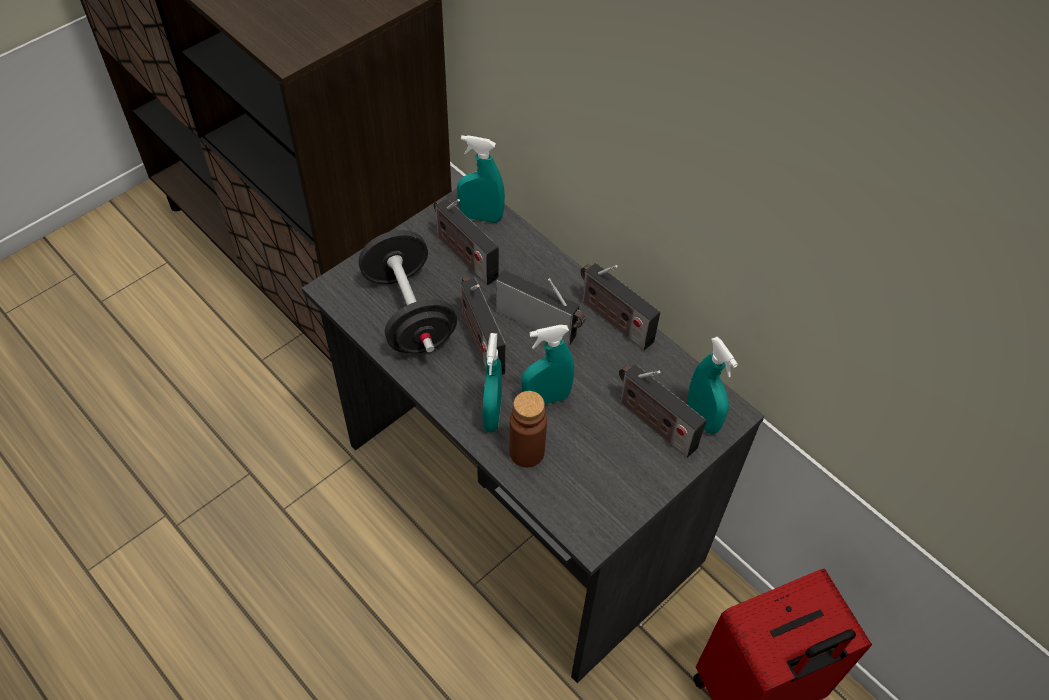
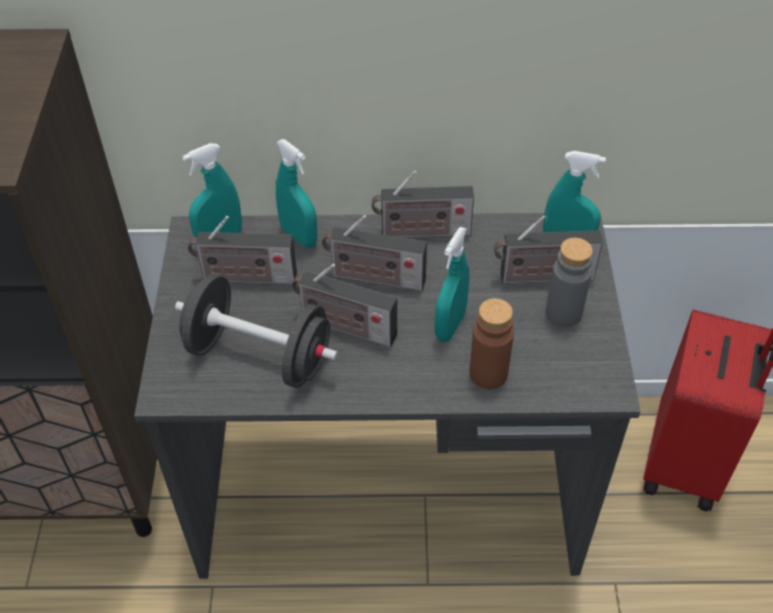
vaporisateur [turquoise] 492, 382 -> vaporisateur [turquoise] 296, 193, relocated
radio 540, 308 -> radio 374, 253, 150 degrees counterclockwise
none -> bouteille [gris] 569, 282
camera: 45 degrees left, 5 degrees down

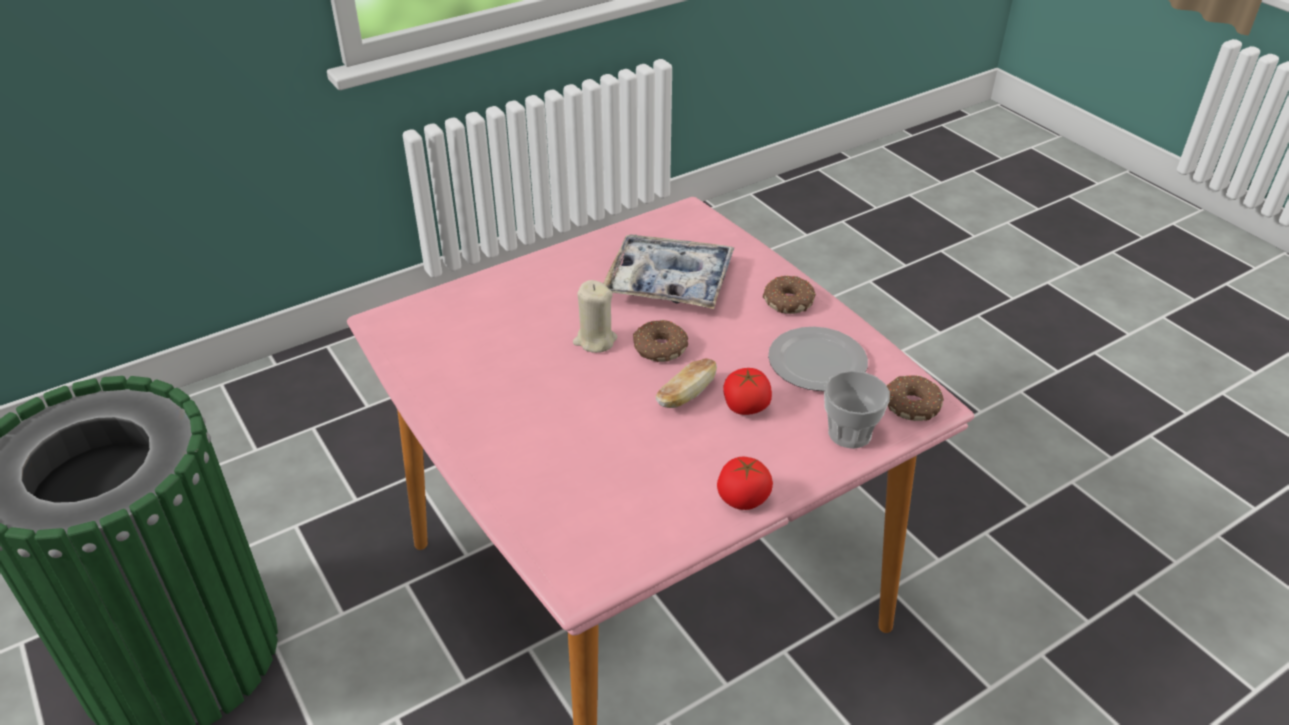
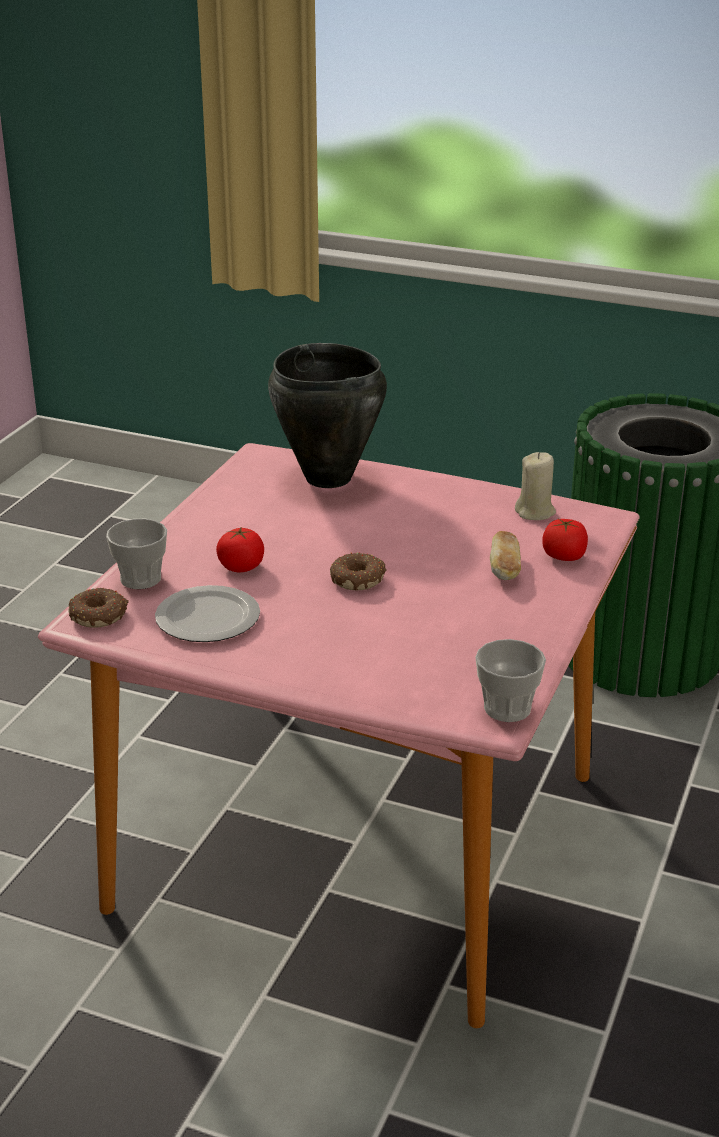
none -> marmite [noir] 327, 415
none -> tasse 510, 680
pain 686, 383 -> pain 505, 555, relocated
bougie [beige] 595, 316 -> bougie [beige] 535, 486, relocated
tomate 745, 483 -> tomate 565, 540, relocated
plateau 668, 271 -> none
beignet 789, 294 -> none
camera: 145 degrees right, 10 degrees down

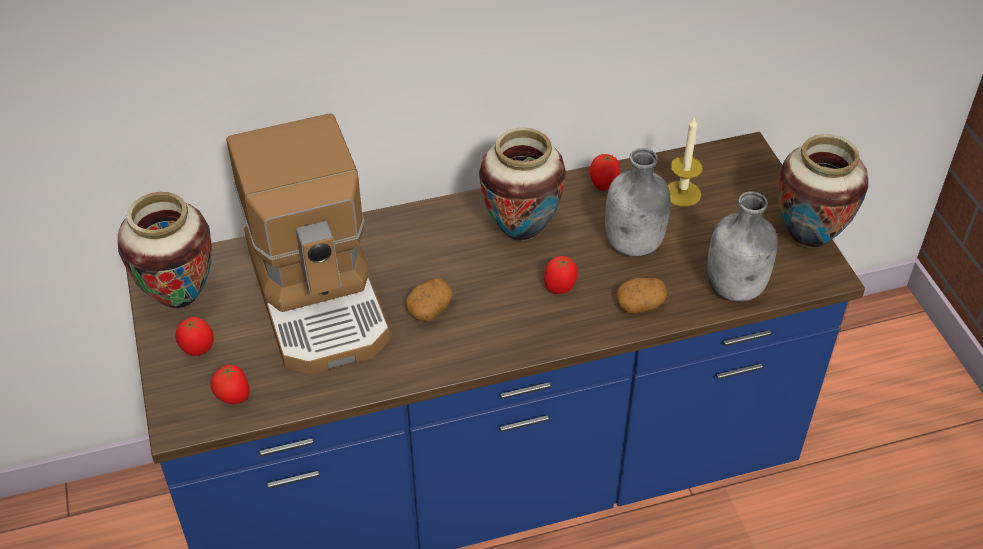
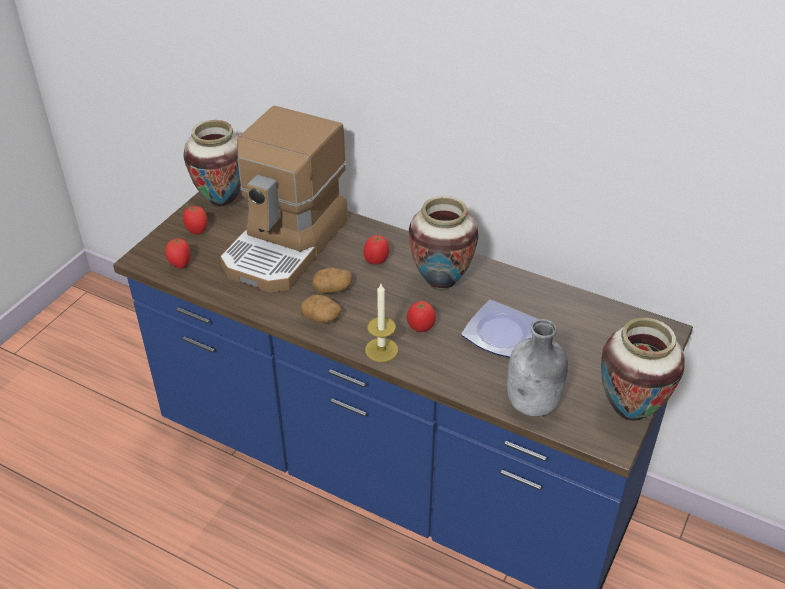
pomme de terre 641, 295 -> pomme de terre 321, 309, relocated
tomate 605, 172 -> tomate 377, 250, relocated
bougie 685, 161 -> bougie 381, 323, relocated
bouteille [gris] 638, 202 -> assiette 500, 329
camera: 45 degrees right, 5 degrees down

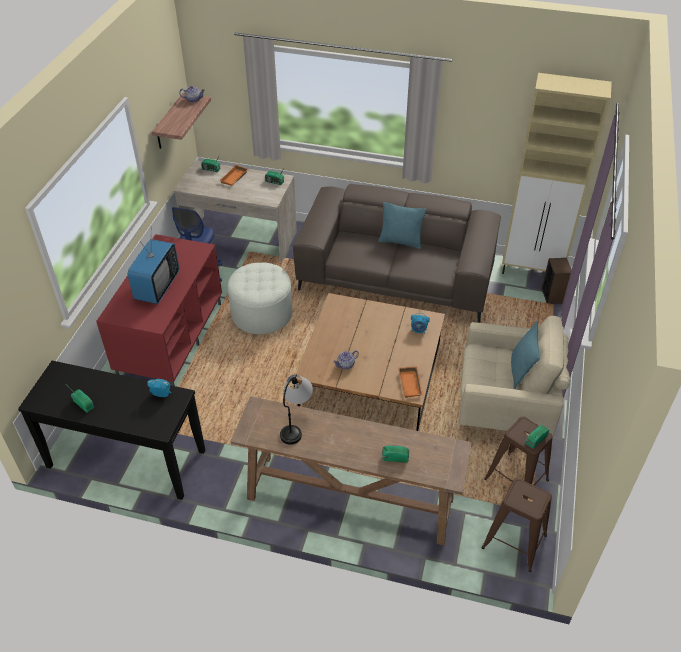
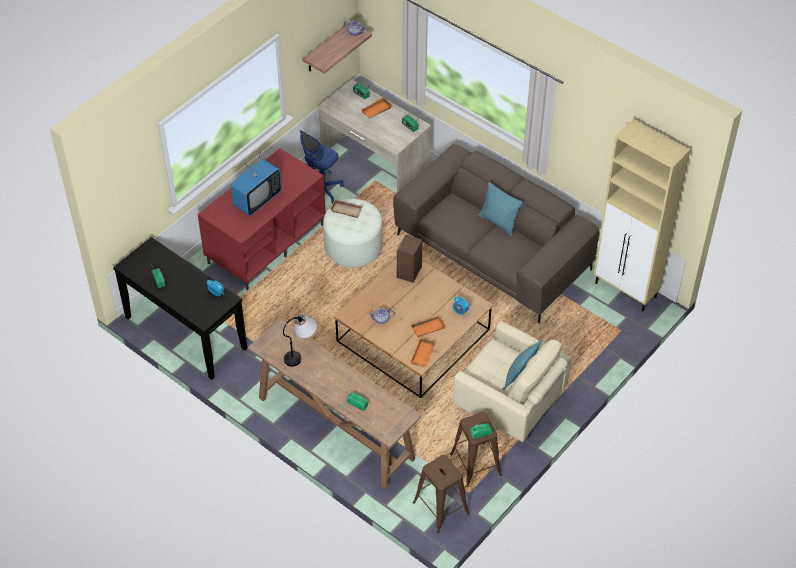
none -> plateau [beige] 346, 208
enceinte 556, 281 -> enceinte 409, 259, relocated
none -> plateau [orange] 427, 326
camera: 25 degrees right, 5 degrees up

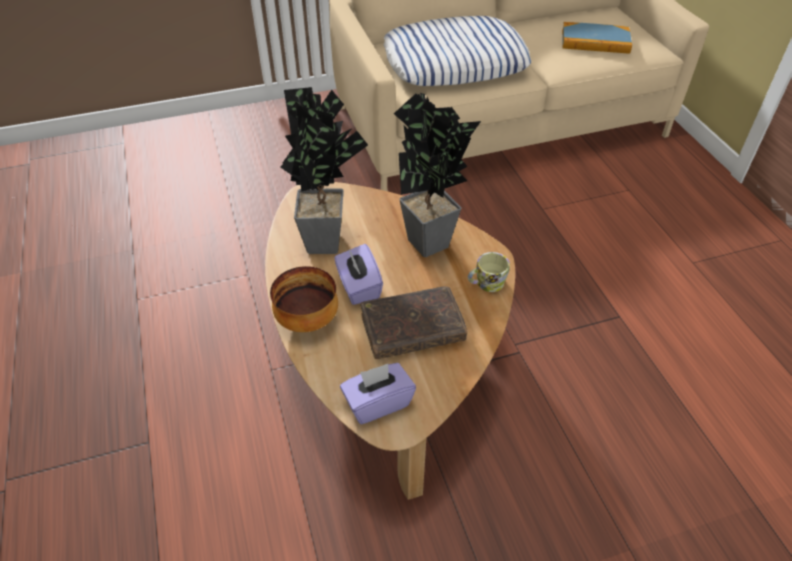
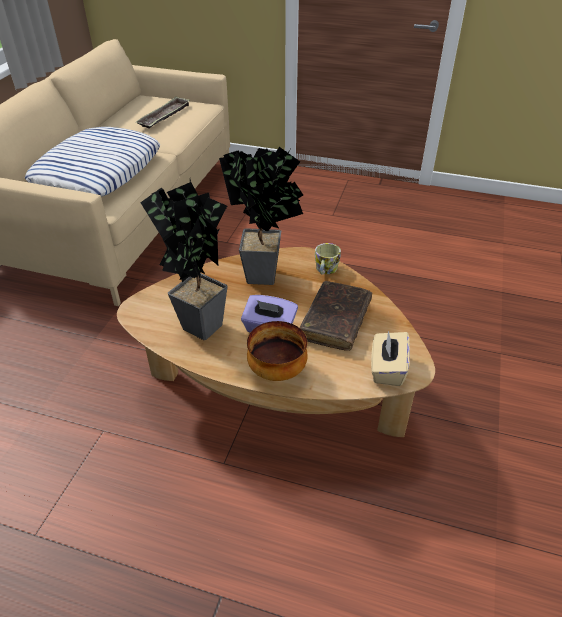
livre 597, 38 -> plateau 163, 112
boîte à mouchoirs [violet] 378, 393 -> boîte à mouchoirs [beige] 390, 358
camera: 55 degrees left, 5 degrees down

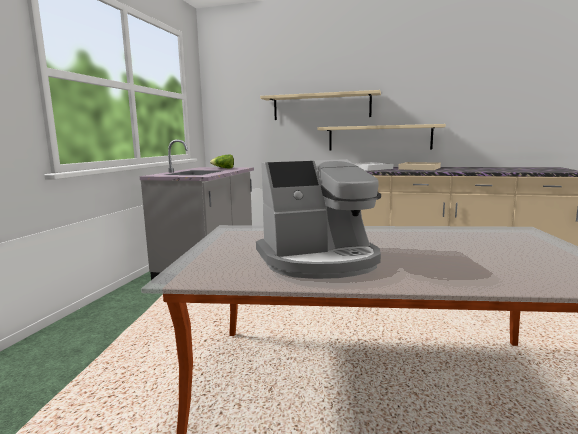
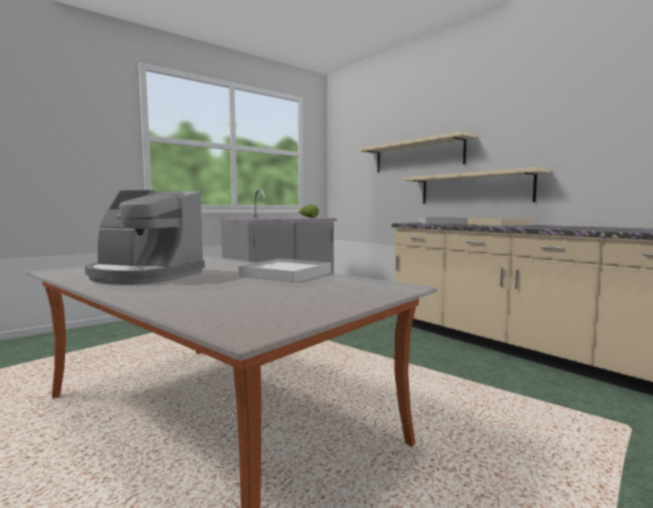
none -> plateau [blanc] 284, 271
camera: 35 degrees right, 5 degrees down

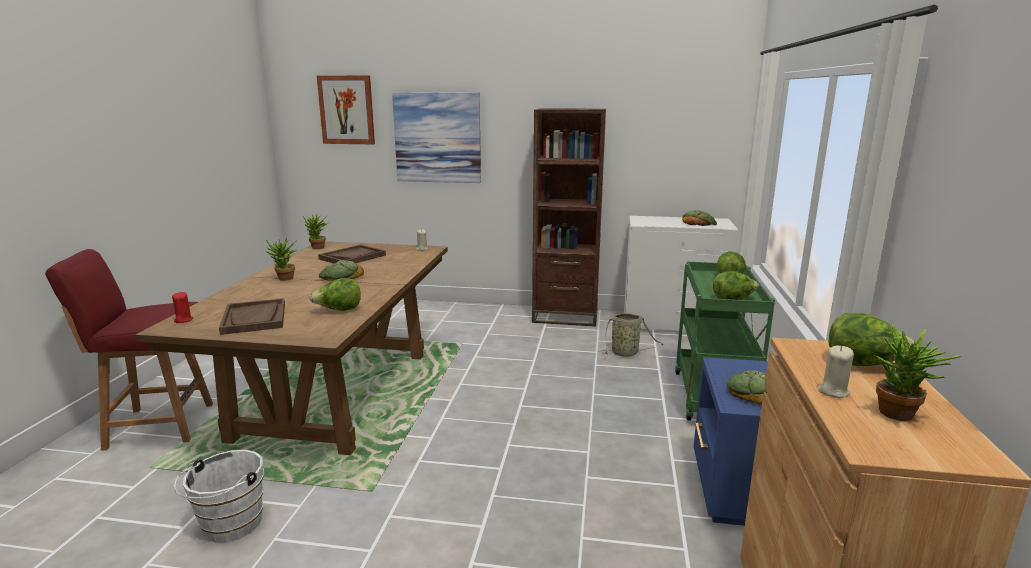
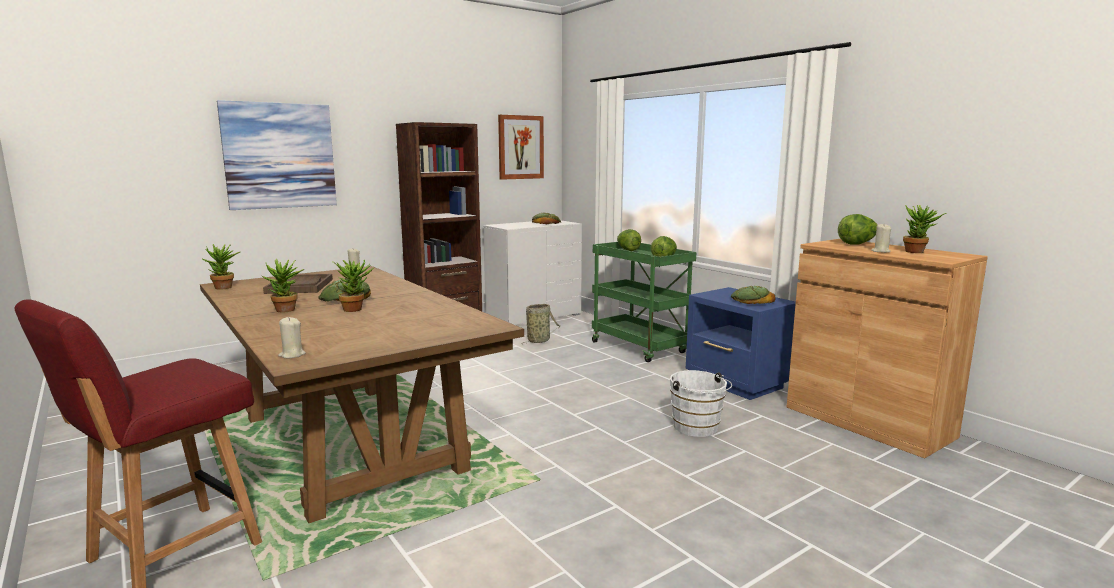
bougie [rouge] 182, 307 -> bougie [beige] 292, 337
none -> plante en pot 353, 286
tableau 346, 110 -> tableau 521, 147, relocated
seau [blanc] 219, 496 -> seau [blanc] 701, 403, relocated
plateau [marron] 252, 316 -> none
laitue 335, 294 -> none
camera: 45 degrees left, 5 degrees down

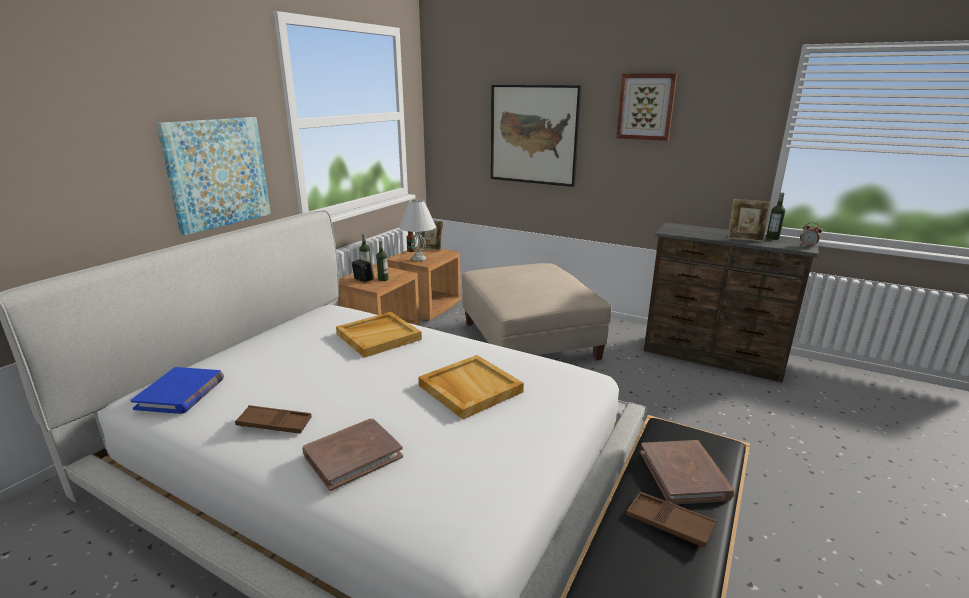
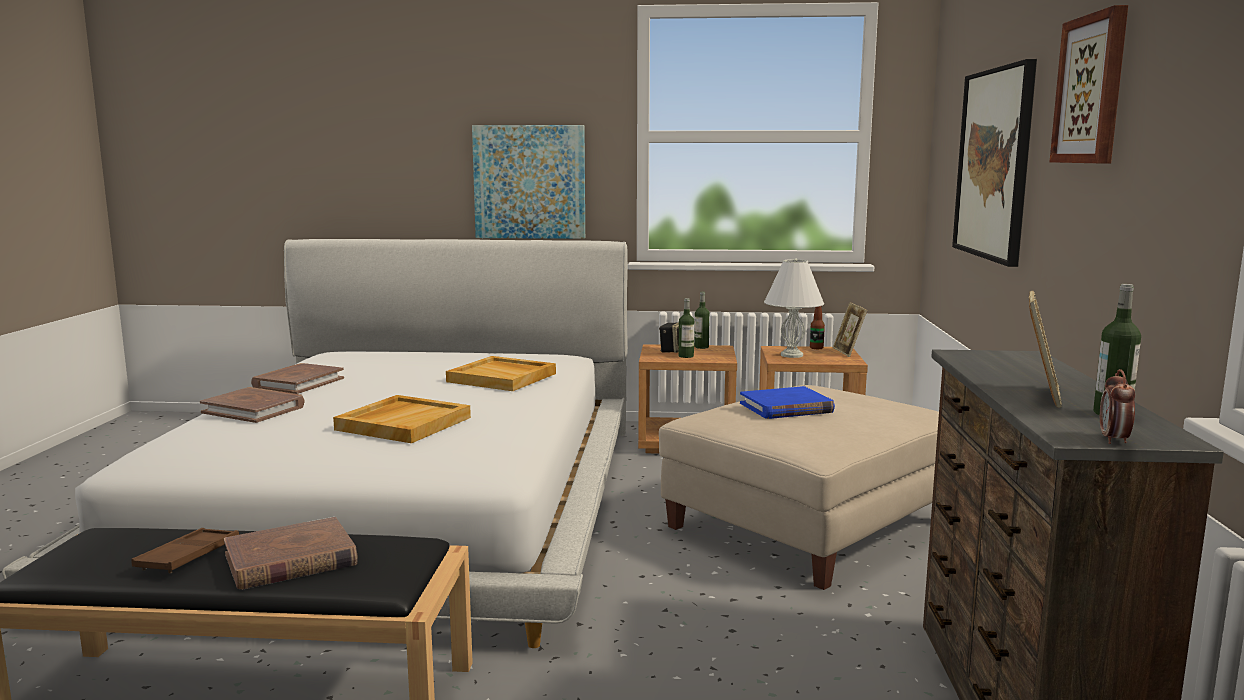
plateau [marron] 273, 419 -> livre [marron] 297, 378
livre [bleu] 177, 390 -> livre [bleu] 787, 402, relocated
cadre photo 749, 220 -> cadre photo 1045, 349, 150 degrees counterclockwise
camera: 65 degrees right, 10 degrees down

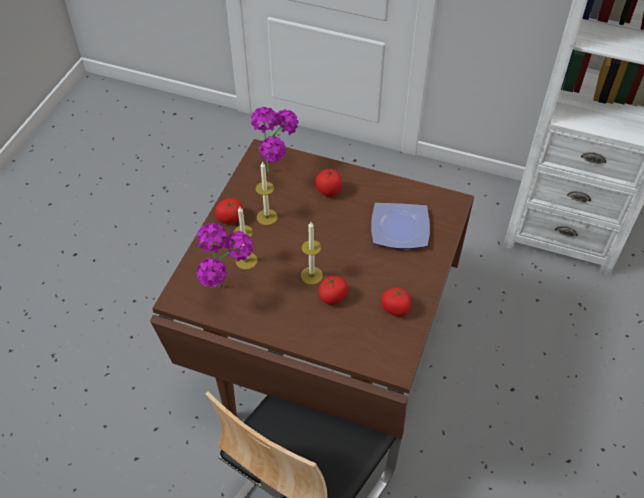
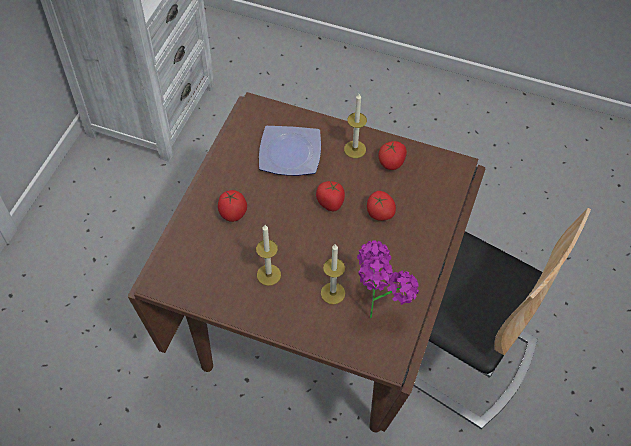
tomate 229, 211 -> tomate 330, 196, relocated
bougie 312, 253 -> bougie 355, 126, relocated
plante en pot 275, 139 -> none
camera: 90 degrees left, 5 degrees up

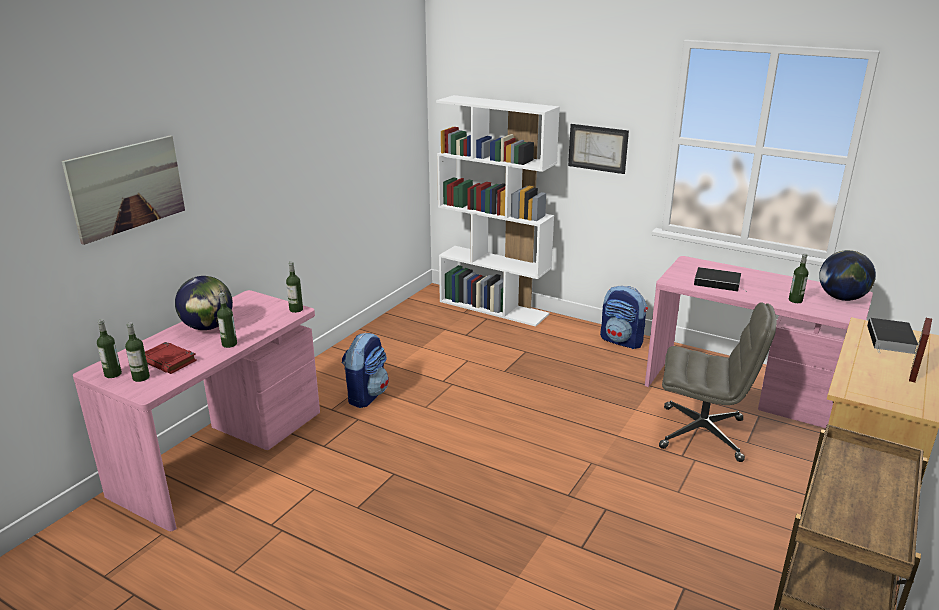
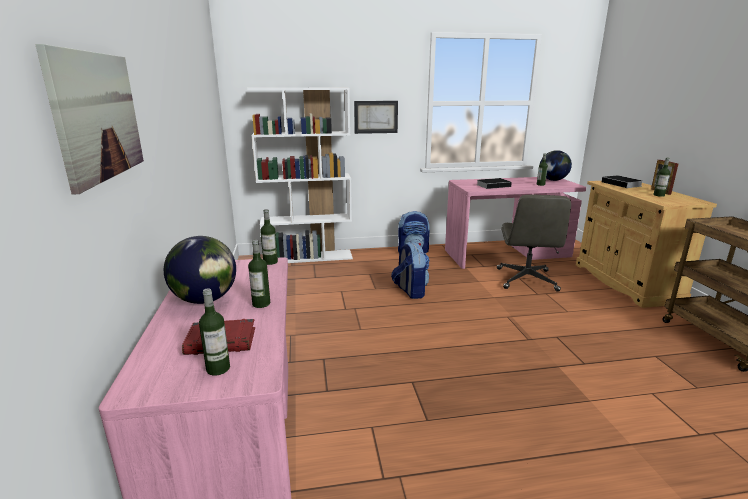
sac à dos 365, 370 -> sac à dos 410, 270, relocated
chaise de bureau [gris] 718, 382 -> chaise de bureau [gris] 534, 243, 120 degrees clockwise
bouteille 109, 348 -> bouteille 661, 177, relocated
camera: 40 degrees left, 5 degrees down

